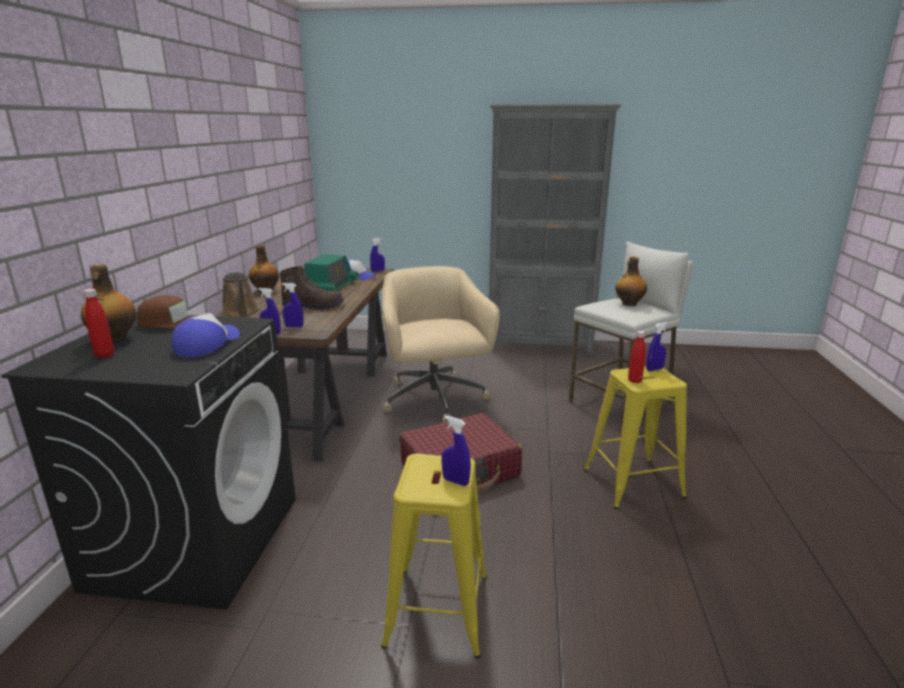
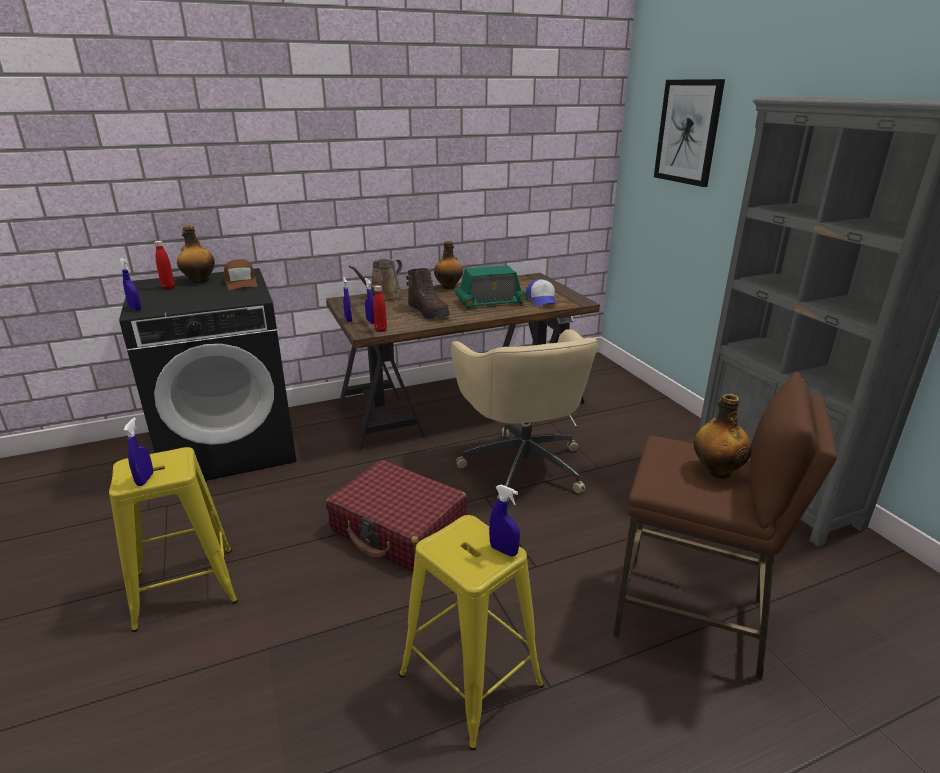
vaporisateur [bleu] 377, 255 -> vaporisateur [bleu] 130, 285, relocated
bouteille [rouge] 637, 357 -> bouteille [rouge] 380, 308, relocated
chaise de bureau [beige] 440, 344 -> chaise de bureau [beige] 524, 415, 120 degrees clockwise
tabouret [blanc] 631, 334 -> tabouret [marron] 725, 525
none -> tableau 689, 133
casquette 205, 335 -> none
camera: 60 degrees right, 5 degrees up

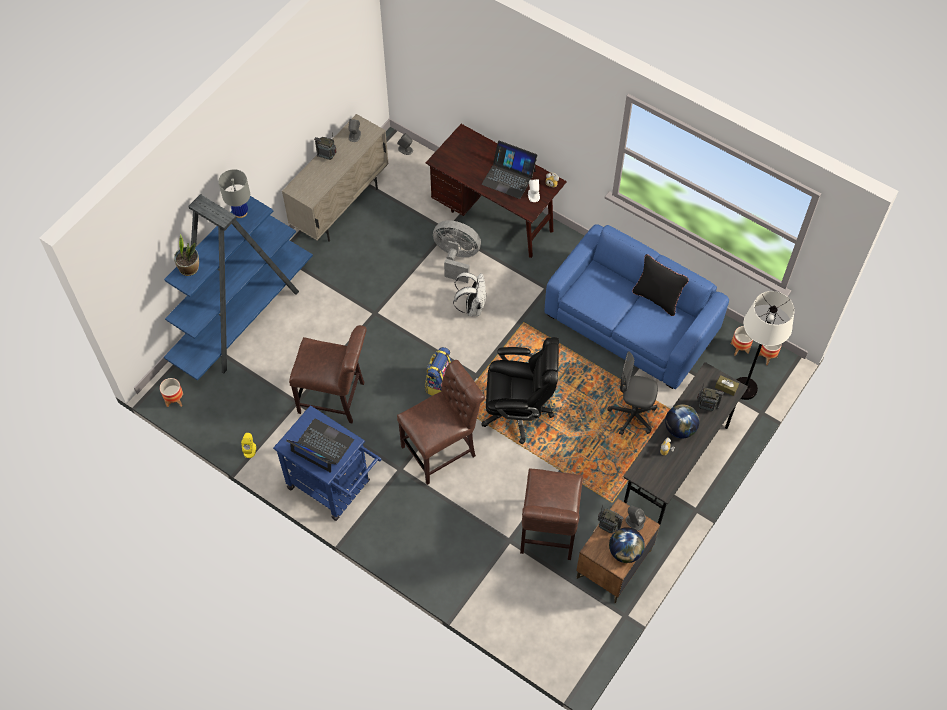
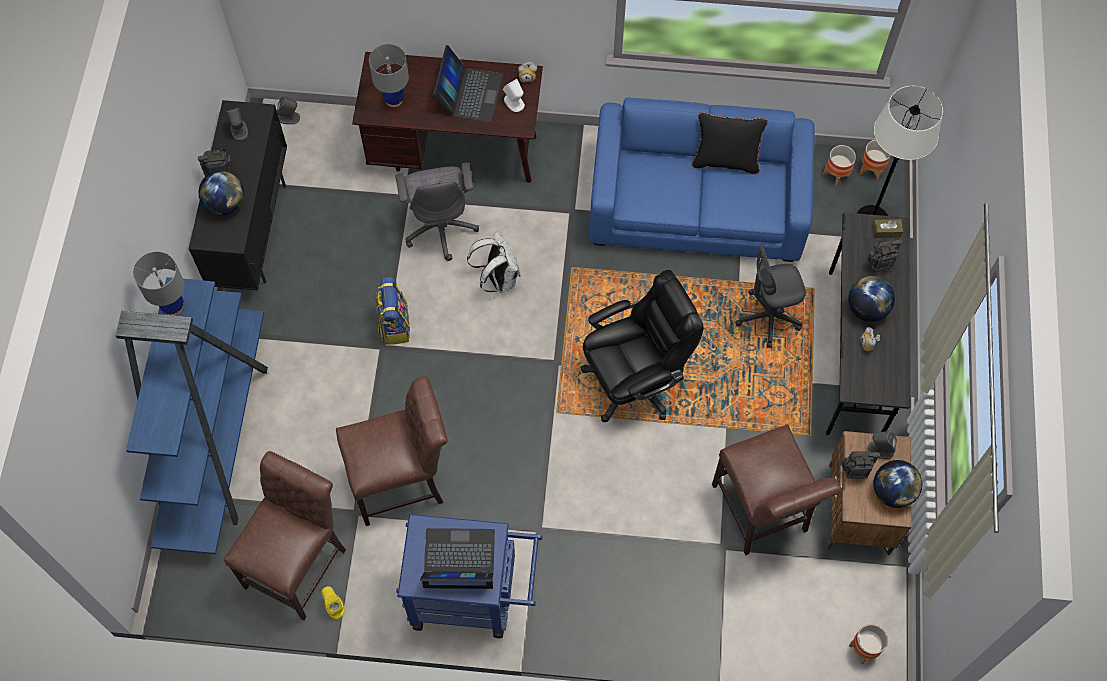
meuble de rangement [beige] 335, 178 -> meuble de rangement [noir] 238, 195
none -> globe 221, 193
chaise [marron] 441, 422 -> chaise [marron] 284, 535, relocated
none -> lampe de table [gris] 389, 75
sac à dos 438, 371 -> sac à dos 393, 311, relocated
ventilateur [gris] 457, 251 -> chaise de bureau [gris] 437, 212
ordinateur portable 509, 170 -> ordinateur portable 468, 83, 75 degrees counterclockwise
cache-pot 171, 392 -> cache-pot 868, 644, relocated
plante en pot 186, 255 -> none
camera: 30 degrees left, 5 degrees up

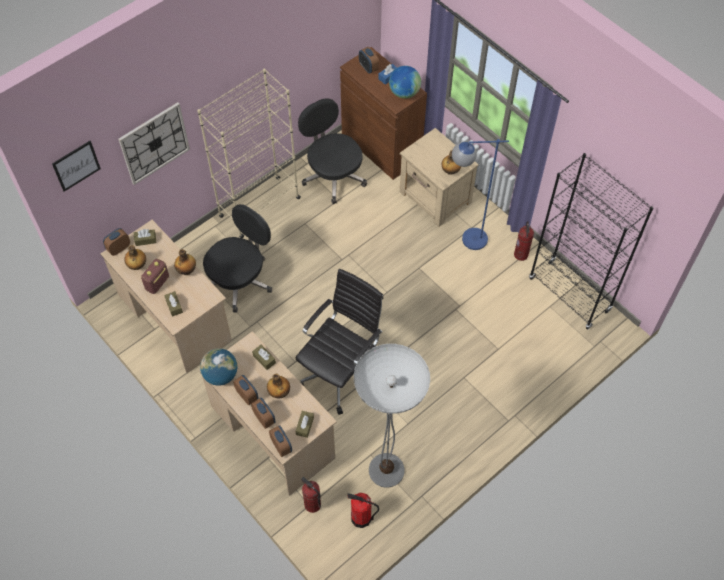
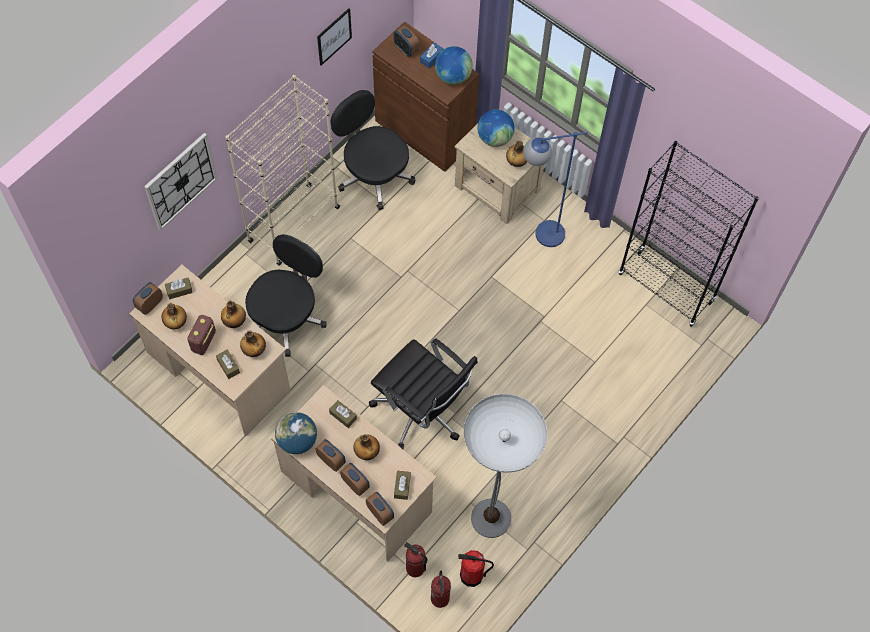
none -> bouteille 253, 344
tableau 76, 166 -> tableau 334, 37, relocated
chaise de bureau [noir] 340, 342 -> chaise de bureau [noir] 423, 394, 105 degrees clockwise
extincteur 524, 241 -> extincteur 441, 589, relocated
none -> globe 496, 128
camera: 10 degrees left, 5 degrees up

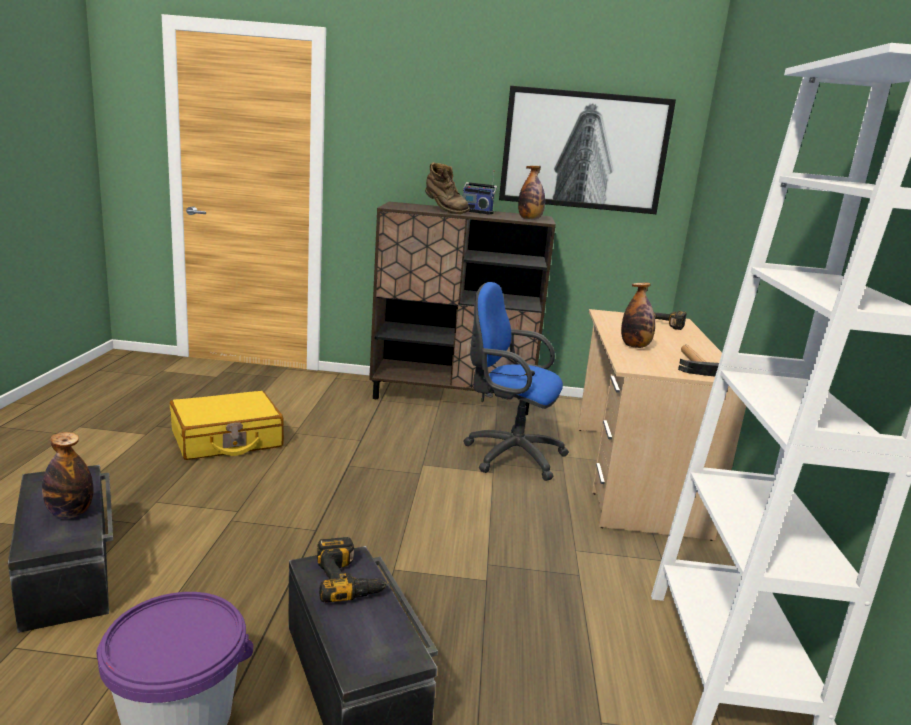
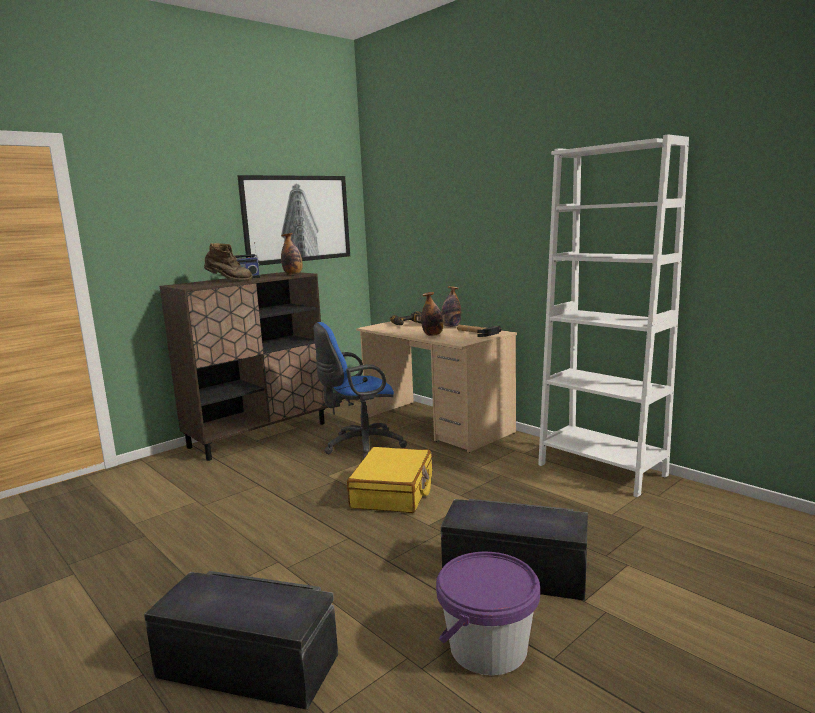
valise [jaune] 227, 425 -> valise [jaune] 389, 480, relocated
bouteille 67, 475 -> bouteille 451, 306, relocated
perceuse 353, 570 -> none
camera: 45 degrees left, 5 degrees down

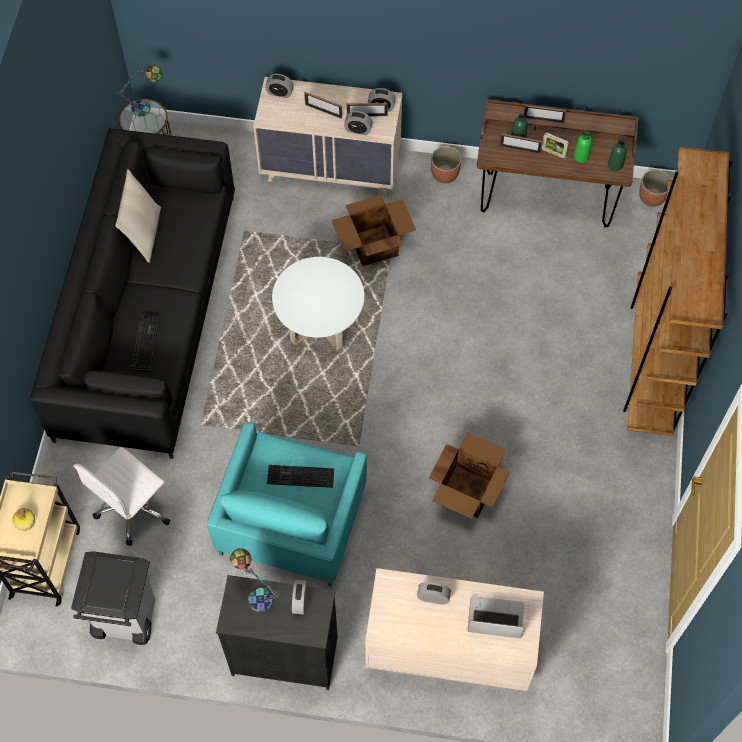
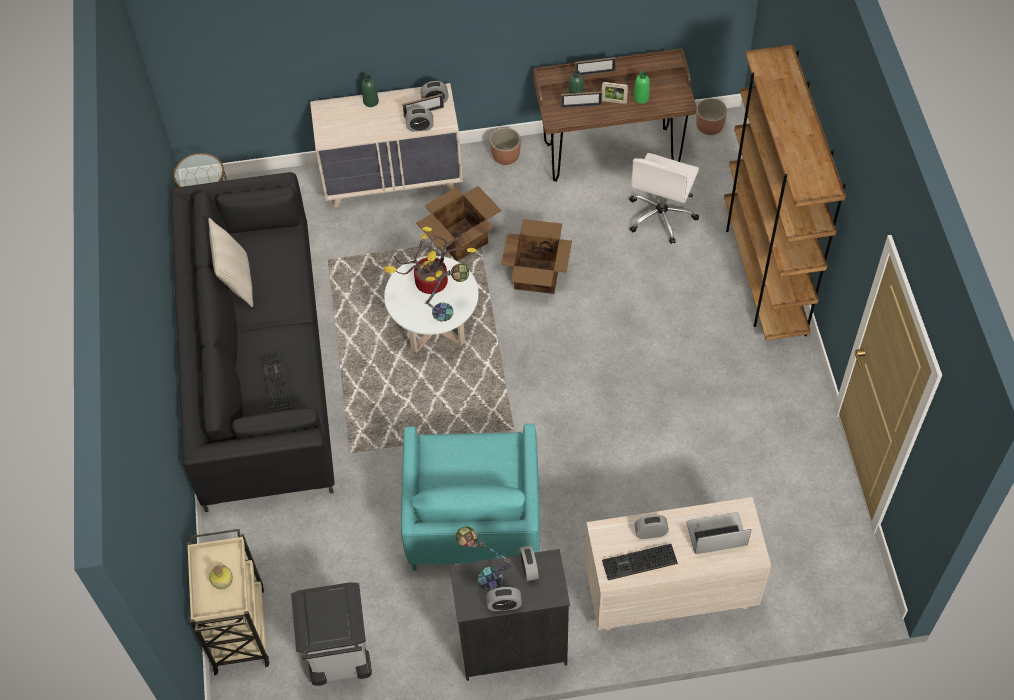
bouteille [vert] 617, 155 -> bouteille [vert] 370, 91, relocated
none -> plante en pot 430, 260
lampe de table 139, 91 -> lampe de table 446, 292, relocated
réveil 279, 86 -> réveil 504, 599, relocated
carton 469, 475 -> carton 536, 256, relocated
clavier 300, 476 -> clavier 640, 562, relocated
chaise de bureau [blanc] 121, 496 -> chaise de bureau [blanc] 664, 198, relocated
cadre photo 323, 105 -> none
camera: 15 degrees left, 5 degrees down

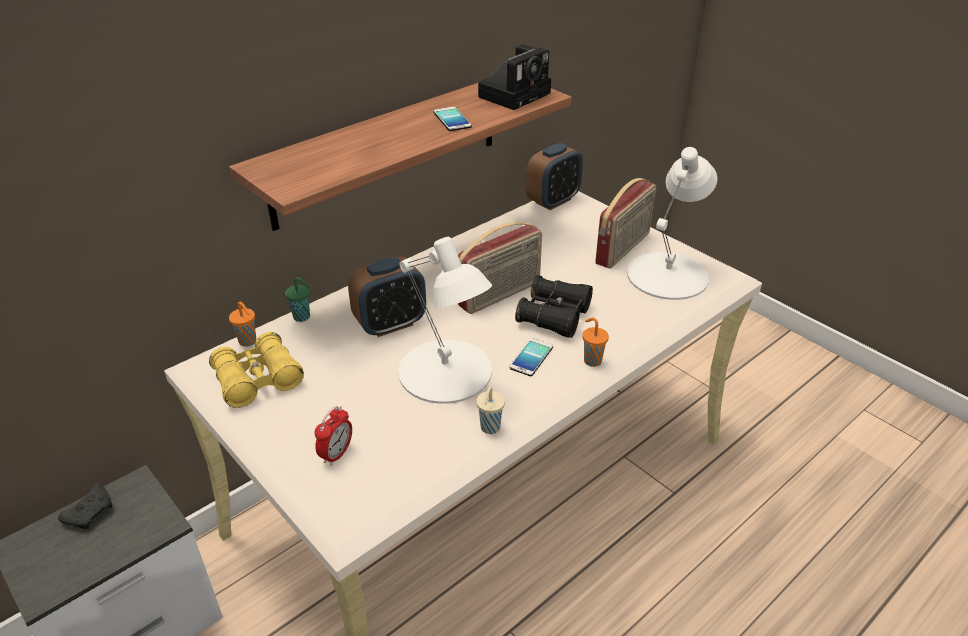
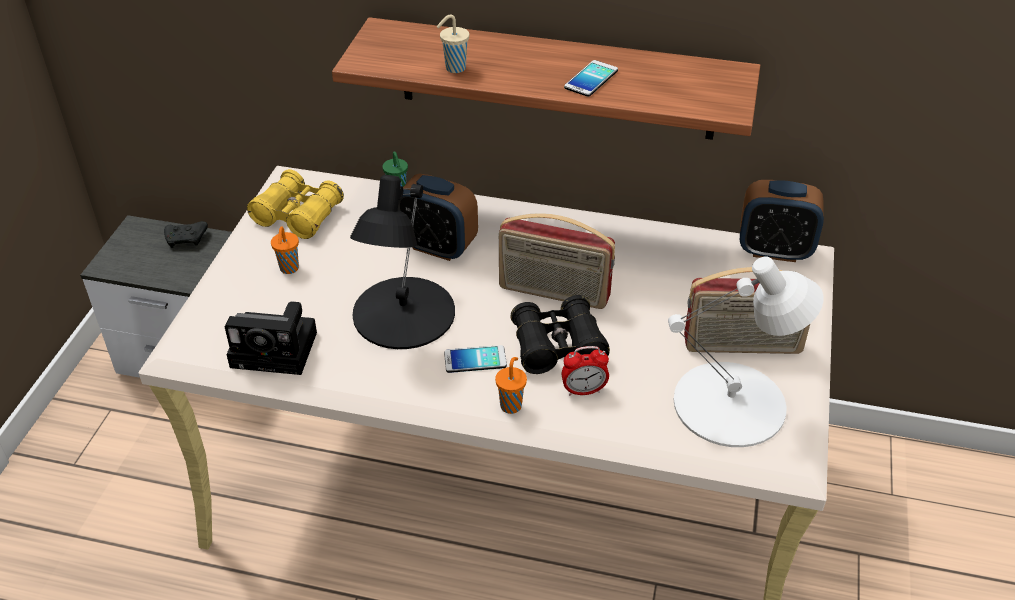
appareil photo 514, 77 -> appareil photo 271, 338, relocated
tasse [orange] 242, 324 -> tasse [orange] 285, 250, relocated
lampe de table [blanc] 445, 320 -> lampe de table [noir] 402, 262
tasse [beige] 490, 410 -> tasse [beige] 453, 44, relocated
réveil 333, 436 -> réveil 585, 371, relocated
camera: 55 degrees right, 5 degrees up

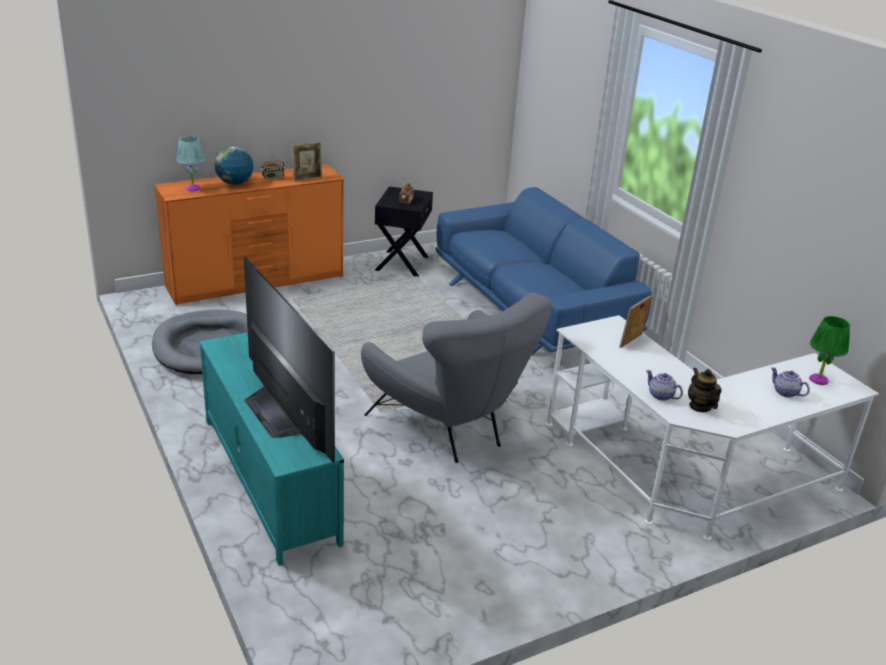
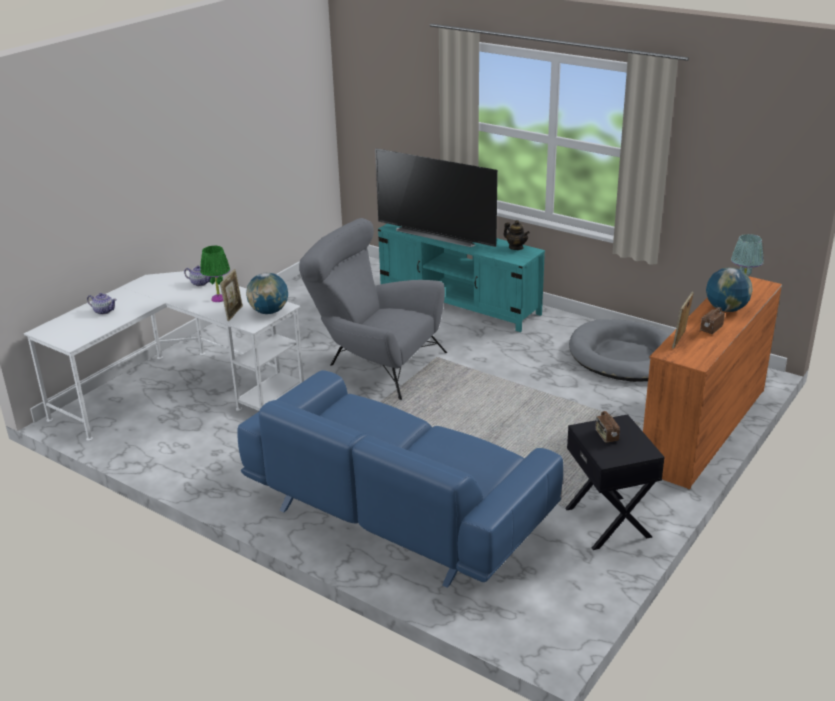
lampe de table [vert] 829, 350 -> lampe de table [vert] 215, 274, relocated
none -> globe 267, 293
théière 704, 390 -> théière 516, 235, relocated
camera: 155 degrees right, 0 degrees up

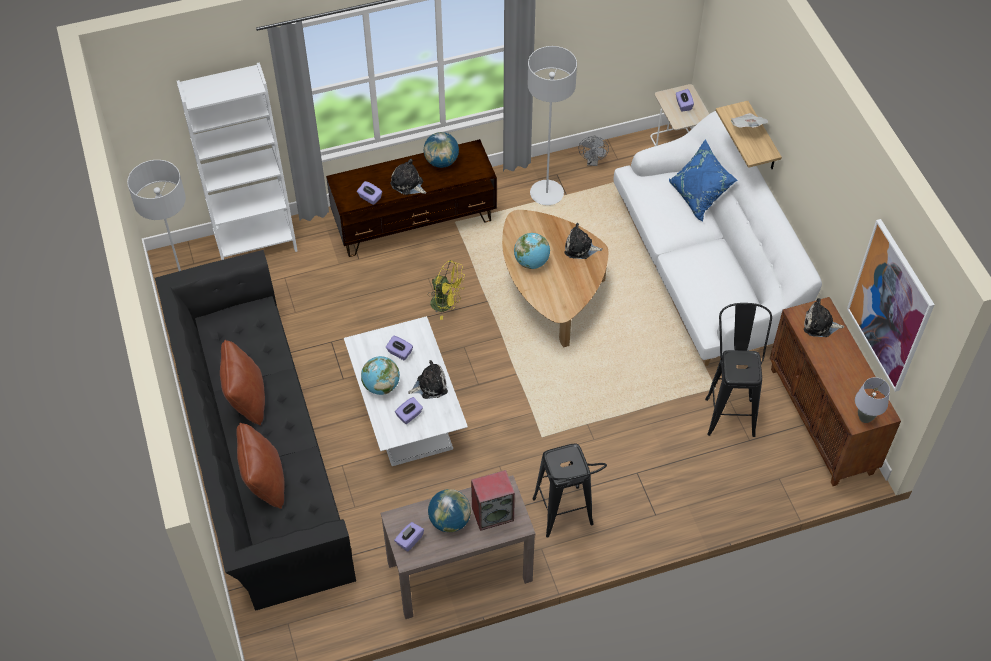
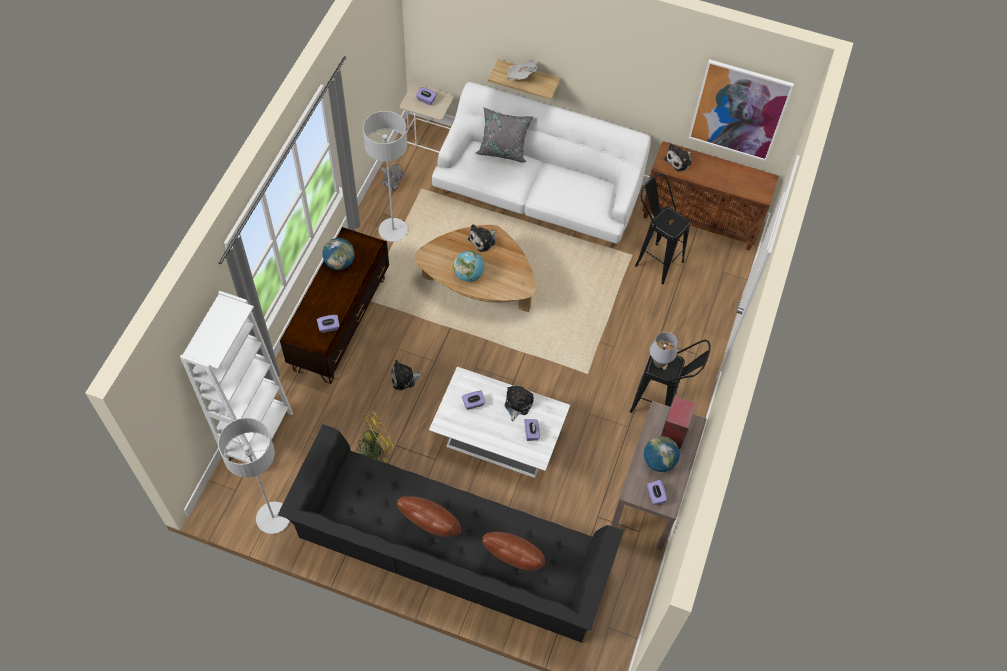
ventilateur [jaune] 446, 290 -> ventilateur [jaune] 374, 436, relocated
peluche 408, 177 -> peluche 407, 375, relocated
coussin [bleu] 703, 180 -> coussin [gris] 504, 134
lampe de table [gris] 872, 400 -> lampe de table [gris] 663, 350, relocated
globe 380, 375 -> none
camera: 55 degrees left, 5 degrees up

